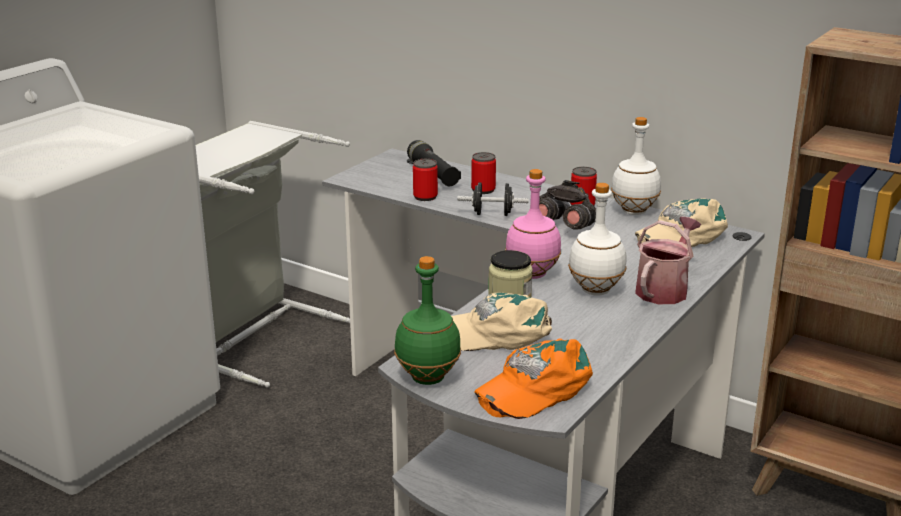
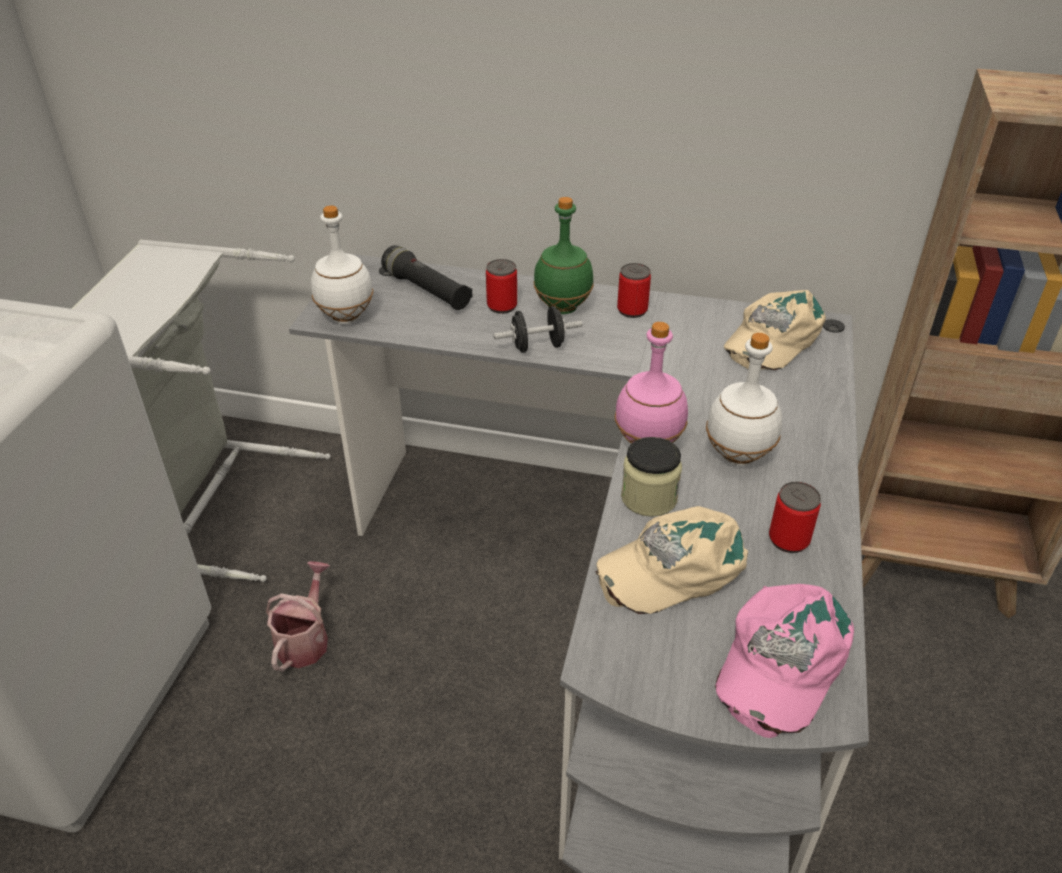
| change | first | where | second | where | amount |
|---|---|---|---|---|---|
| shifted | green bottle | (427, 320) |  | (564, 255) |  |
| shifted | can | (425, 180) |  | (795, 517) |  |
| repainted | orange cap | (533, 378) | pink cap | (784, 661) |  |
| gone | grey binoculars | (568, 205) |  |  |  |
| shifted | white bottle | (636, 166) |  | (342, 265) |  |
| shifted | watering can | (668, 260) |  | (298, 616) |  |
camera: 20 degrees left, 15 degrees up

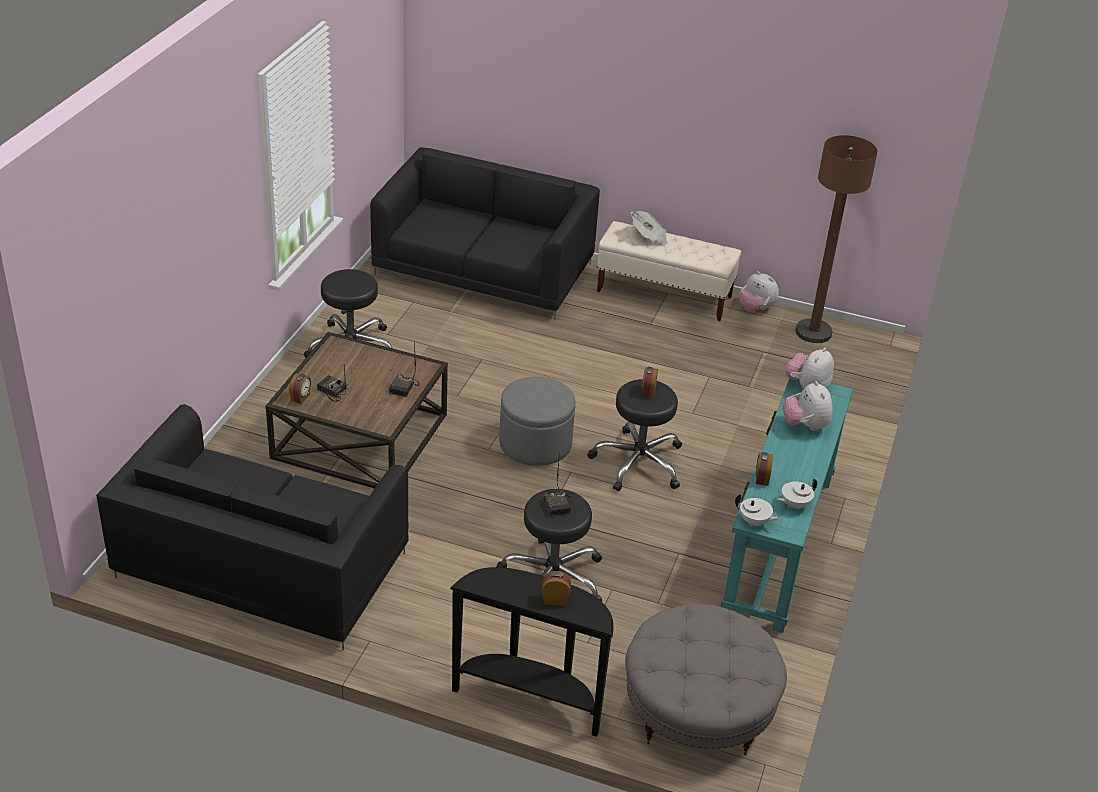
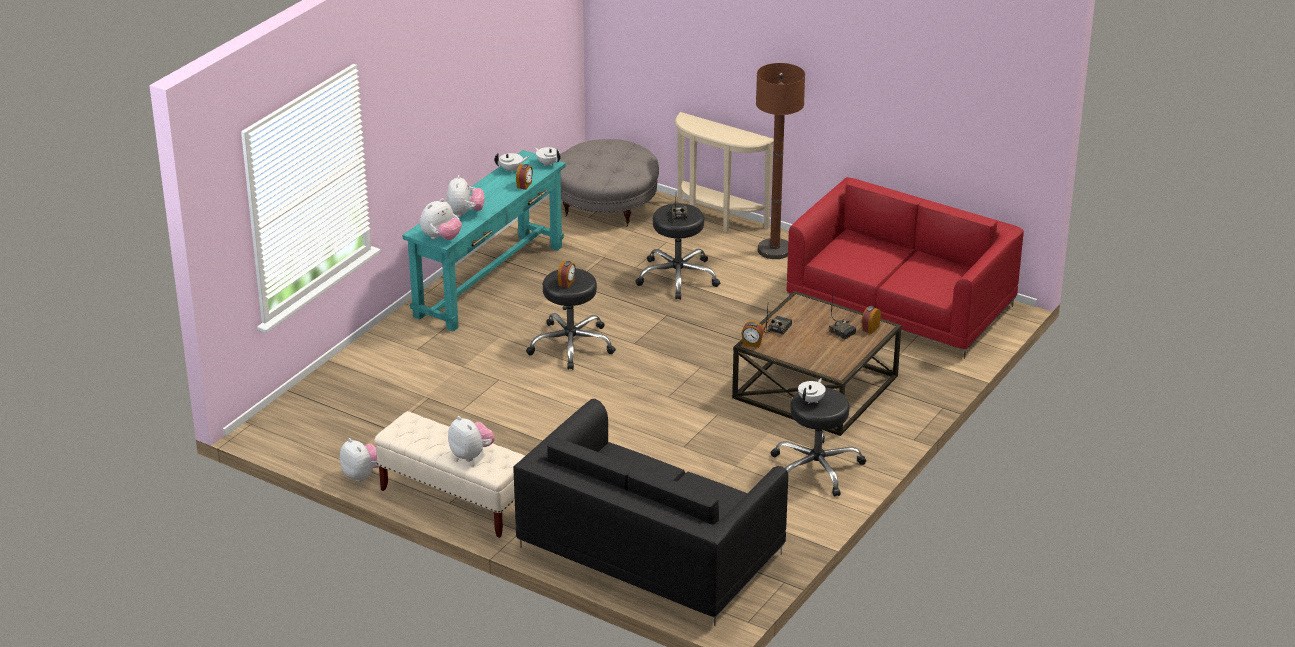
| change | first | where | second | where | amount |
|---|---|---|---|---|---|
| repainted | black sofa | (252, 527) | red sofa | (905, 268) |  |
| repainted | black console table | (531, 652) | beige console table | (724, 172) |  |
| gone | grey ottoman | (537, 421) |  |  |  |
| shifted | alarm clock | (556, 588) |  | (752, 334) |  |
| swapped | newspaper | (649, 227) | plush toy | (471, 439) |  |
| shifted | brown floor lamp | (837, 239) |  | (780, 161) |  |
| new |  |  | white teapot | (812, 391) |  |
camera: 165 degrees left, 5 degrees down

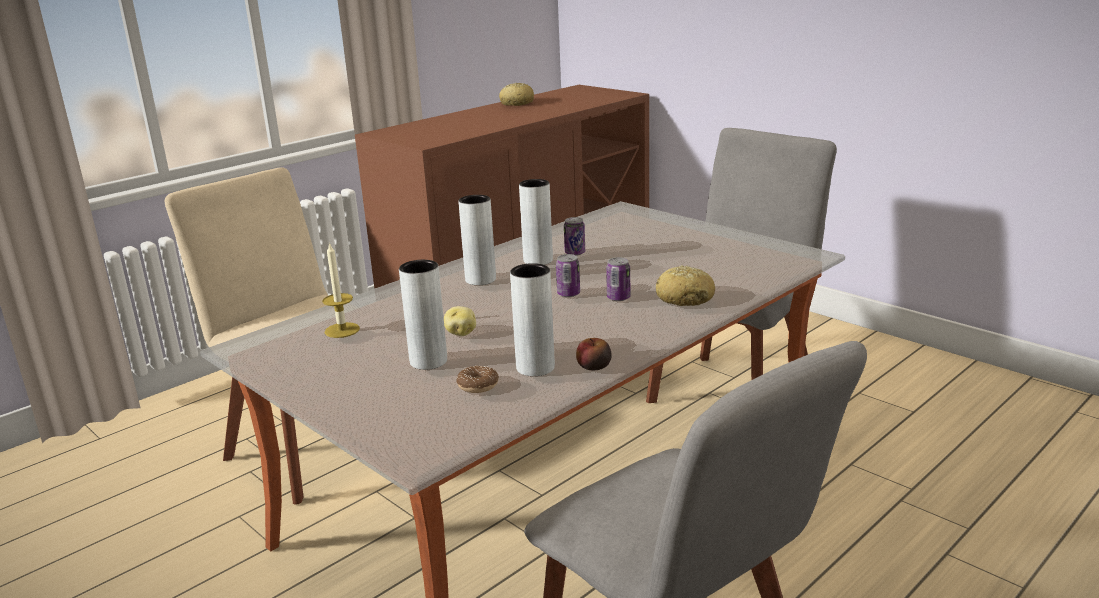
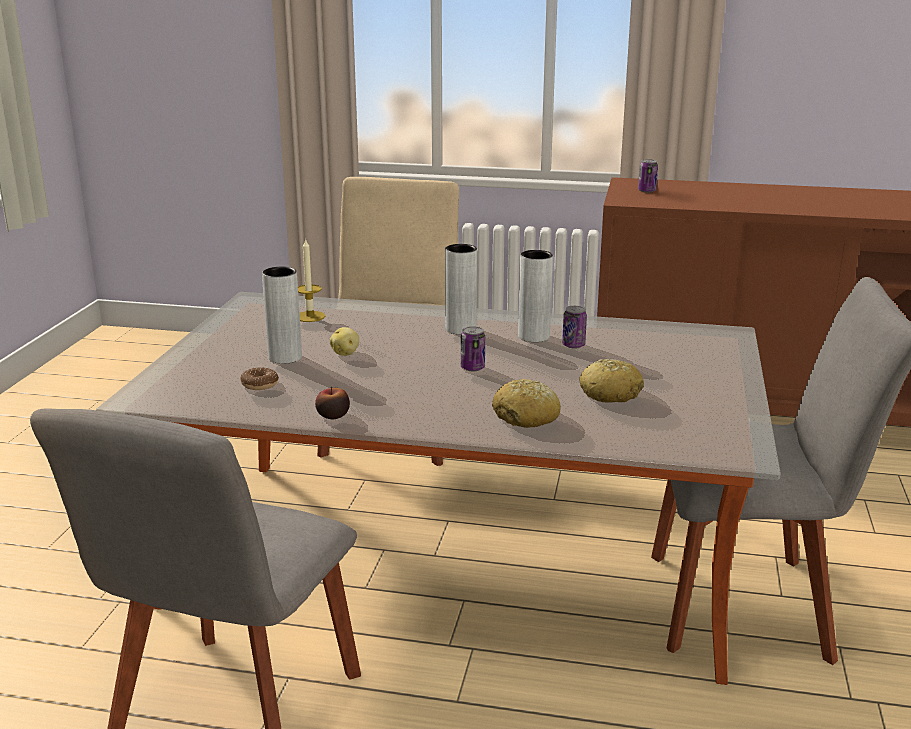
| change | first | where | second | where | amount |
|---|---|---|---|---|---|
| shifted | bread | (516, 94) |  | (611, 381) |  |
| gone | grey vase | (532, 319) |  |  |  |
| shifted | can | (618, 279) |  | (648, 176) |  |
camera: 55 degrees right, 0 degrees up

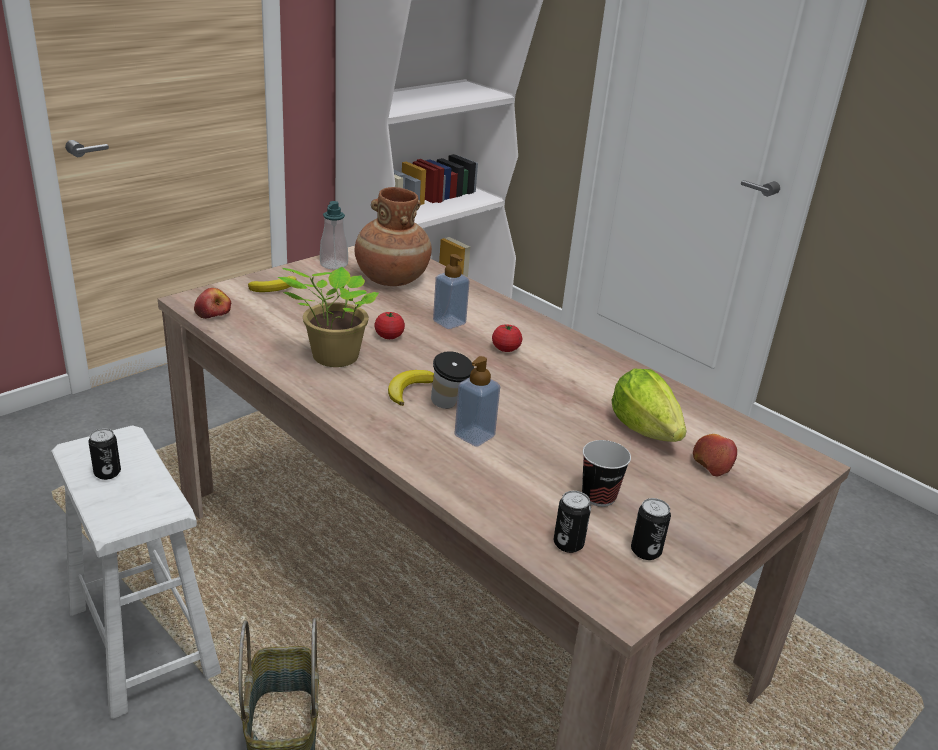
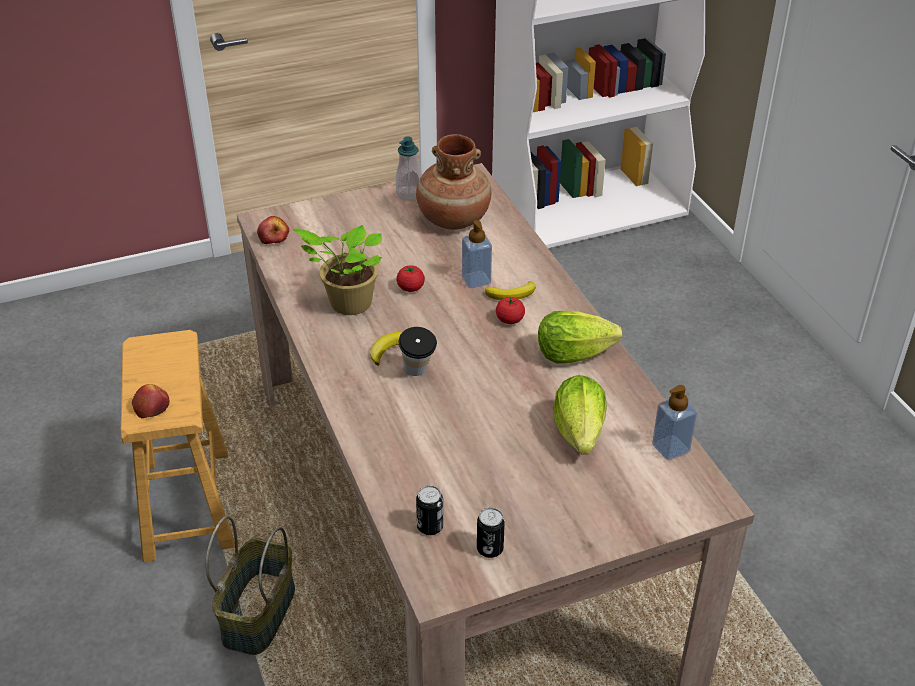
| change | first | where | second | where | amount |
|---|---|---|---|---|---|
| repainted | white stool | (136, 572) | brown stool | (178, 446) |  |
| gone | can | (104, 454) |  |  |  |
| shifted | banana | (272, 284) |  | (510, 290) |  |
| shifted | soap dispenser | (477, 401) |  | (674, 422) |  |
| gone | cup | (606, 473) |  |  |  |
| shifted | apple | (715, 455) |  | (151, 401) |  |
| new |  |  | lettuce | (580, 337) |  |
camera: 25 degrees right, 10 degrees up

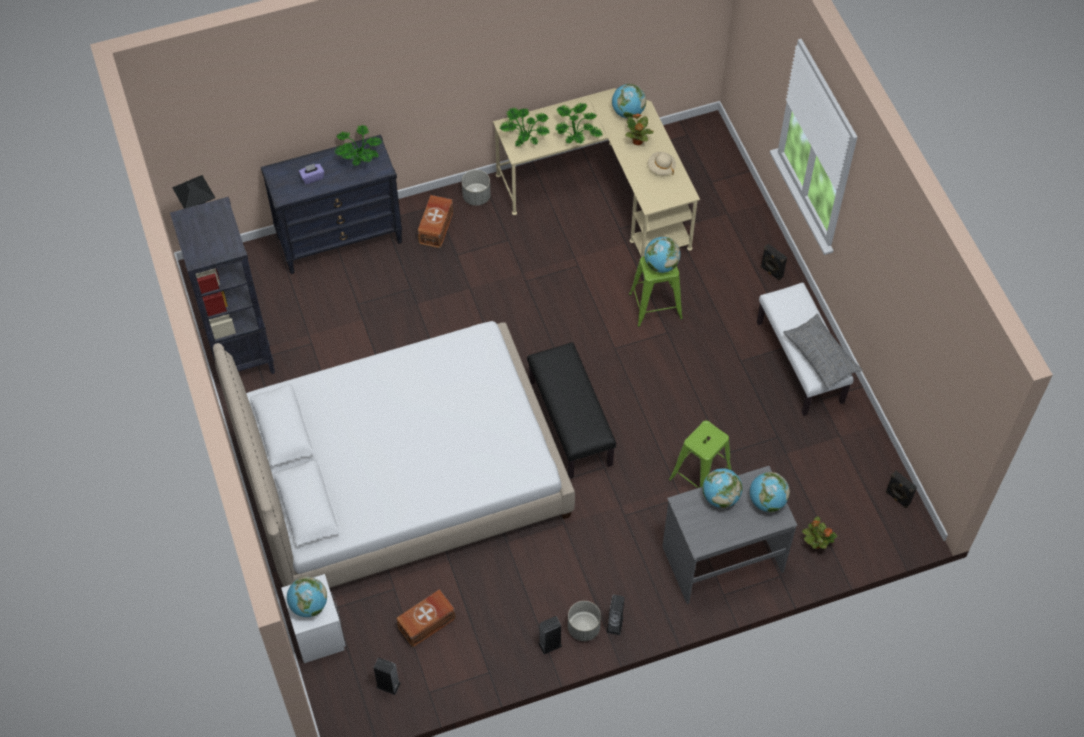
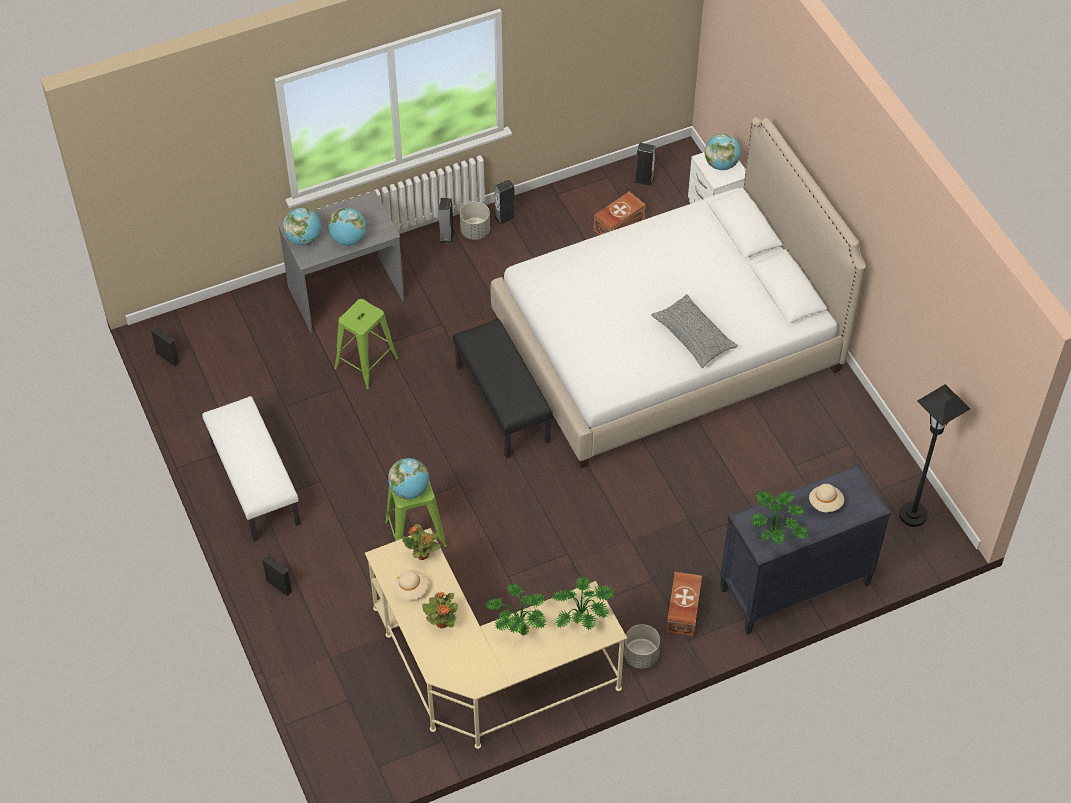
| change | first | where | second | where | amount |
|---|---|---|---|---|---|
| gone | black bookcase | (222, 285) |  |  |  |
| swapped | purple tissue box | (311, 173) | beige hat | (826, 498) |  |
| gone | globe | (629, 101) |  |  |  |
| shifted | grey pillow | (823, 351) |  | (694, 331) |  |
| shifted | potted plant | (819, 533) |  | (421, 542) |  |
camera: 175 degrees right, 5 degrees down

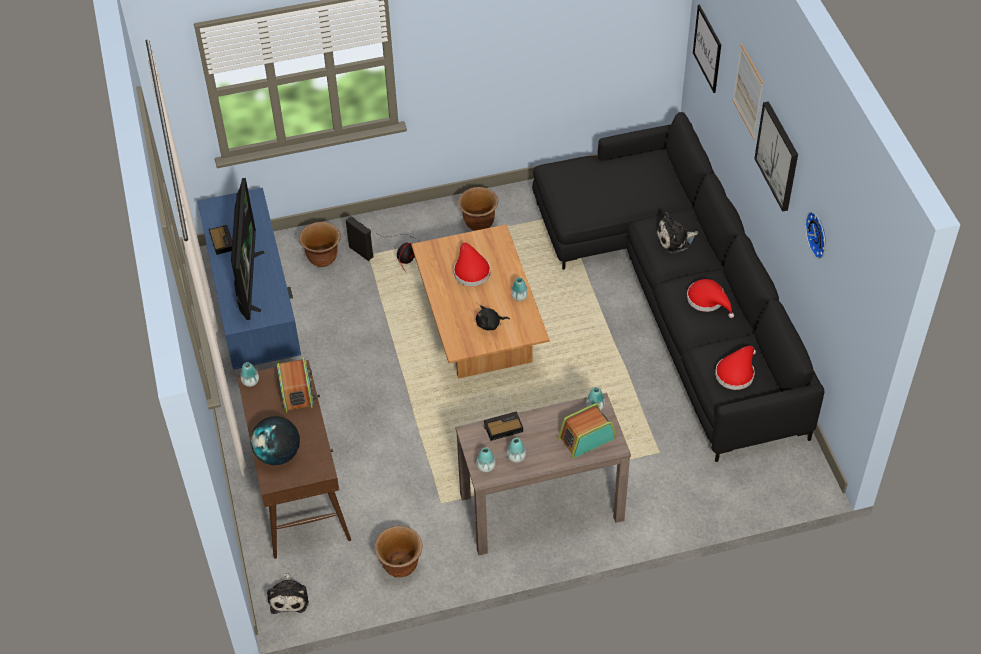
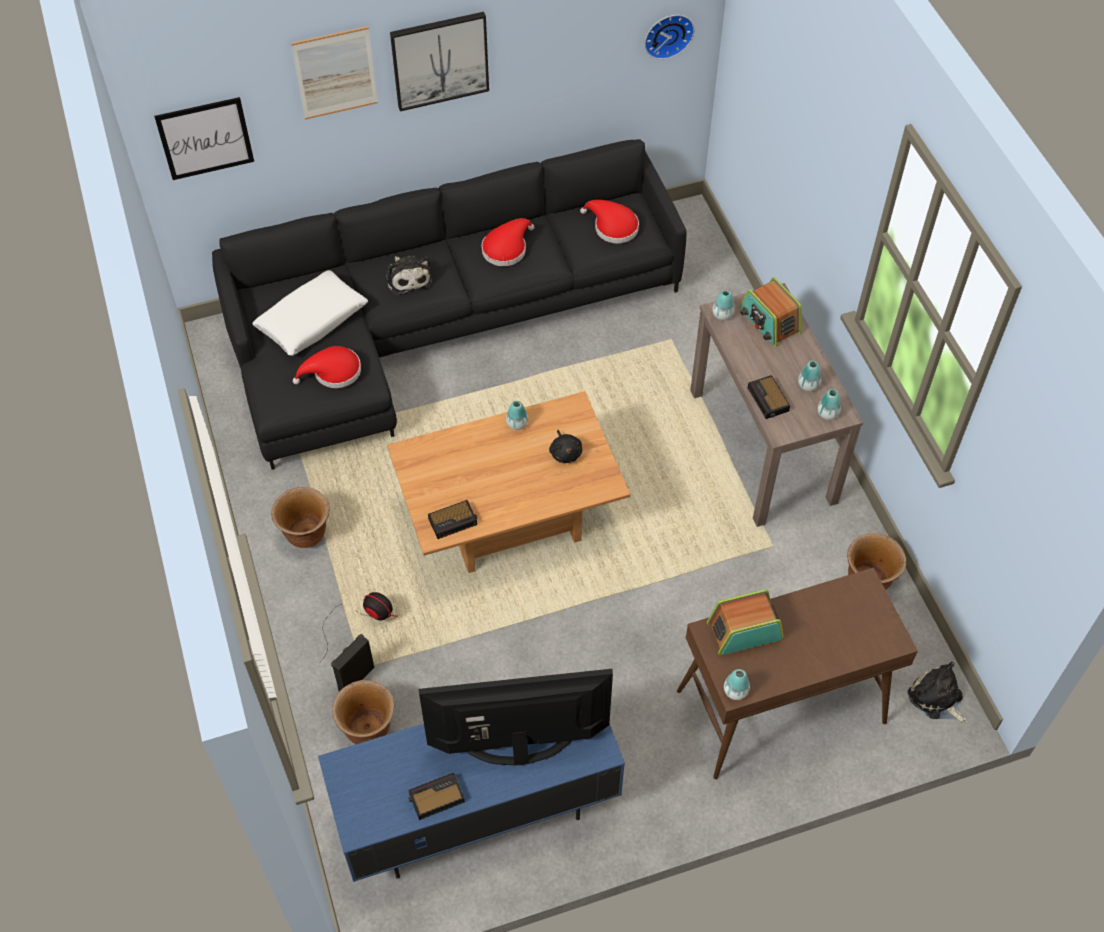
| change | first | where | second | where | amount |
|---|---|---|---|---|---|
| gone | globe | (275, 440) |  |  |  |
| rotated | plush toy | (288, 593) |  | (937, 692) | 120 degrees counterclockwise |
| shifted | red hat | (472, 264) |  | (327, 367) |  |
| shifted | wall clock | (815, 235) |  | (669, 37) |  |
| new |  |  | white pillow | (310, 313) |  |
| new |  |  | alarm clock | (452, 519) |  |
camera: 95 degrees left, 5 degrees up

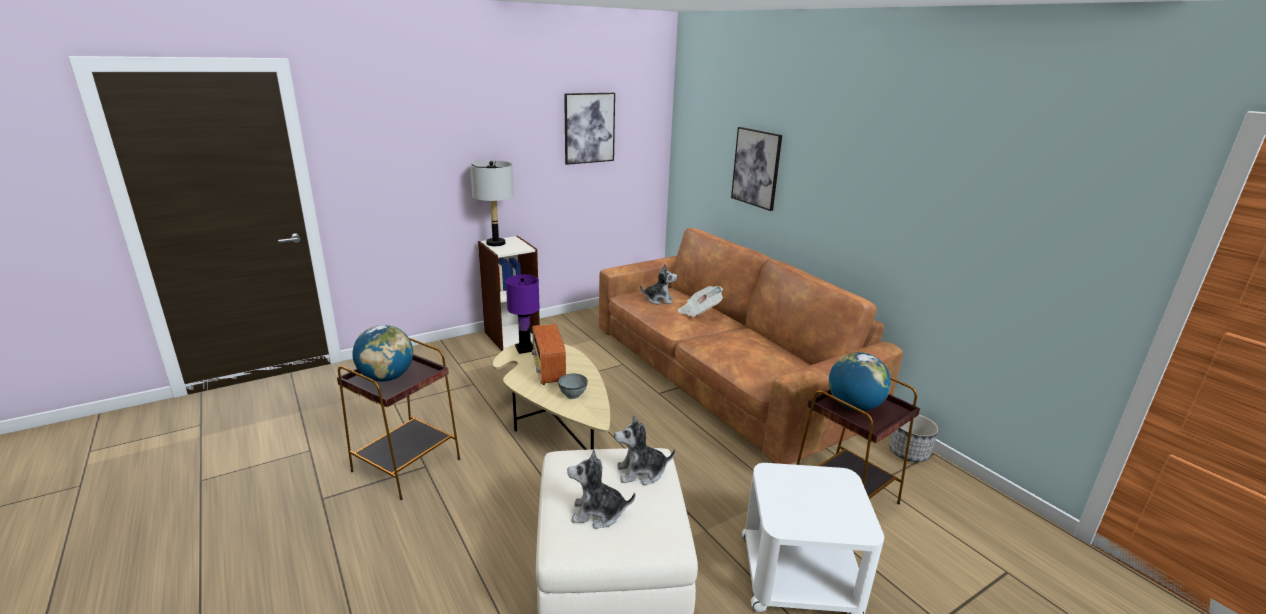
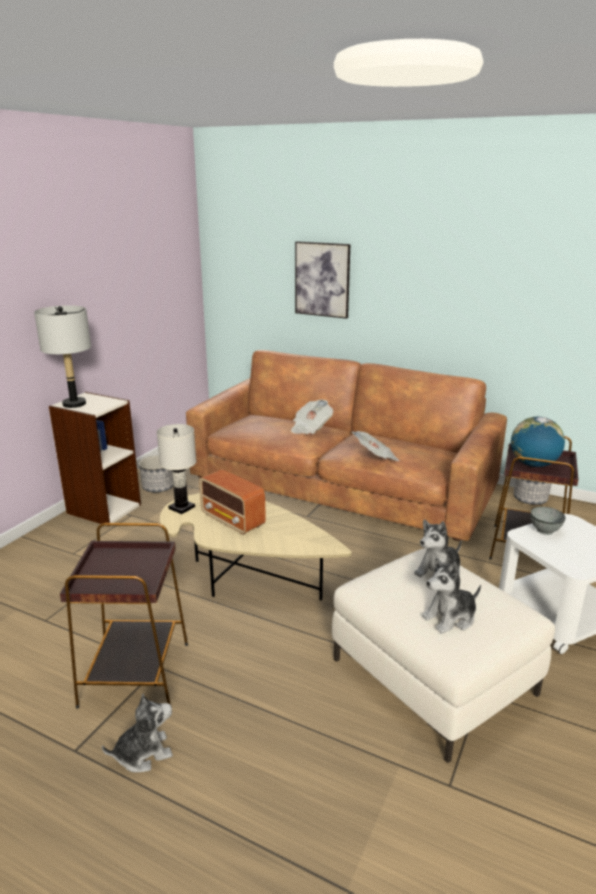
| change | first | where | second | where | amount |
|---|---|---|---|---|---|
| gone | globe | (382, 353) |  |  |  |
| repainted | purple table lamp | (523, 314) | white table lamp | (177, 469) |  |
| shifted | grey bowl | (573, 386) |  | (547, 521) |  |
| gone | picture | (589, 129) |  |  |  |
| shifted | plush toy | (658, 284) |  | (137, 733) |  |
| new |  |  | planter | (156, 474) |  |
| new |  |  | newspaper | (375, 446) |  |
camera: 30 degrees left, 0 degrees up

